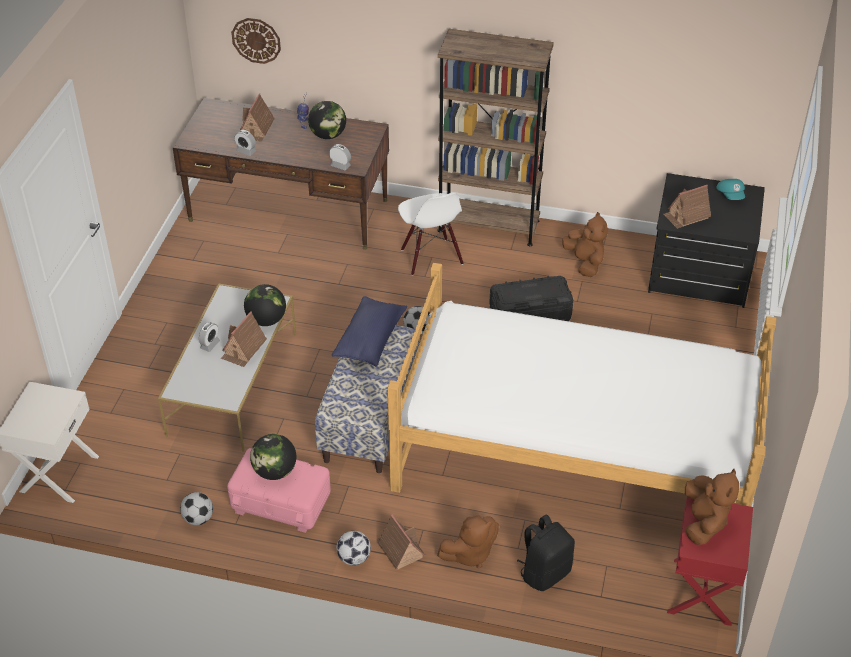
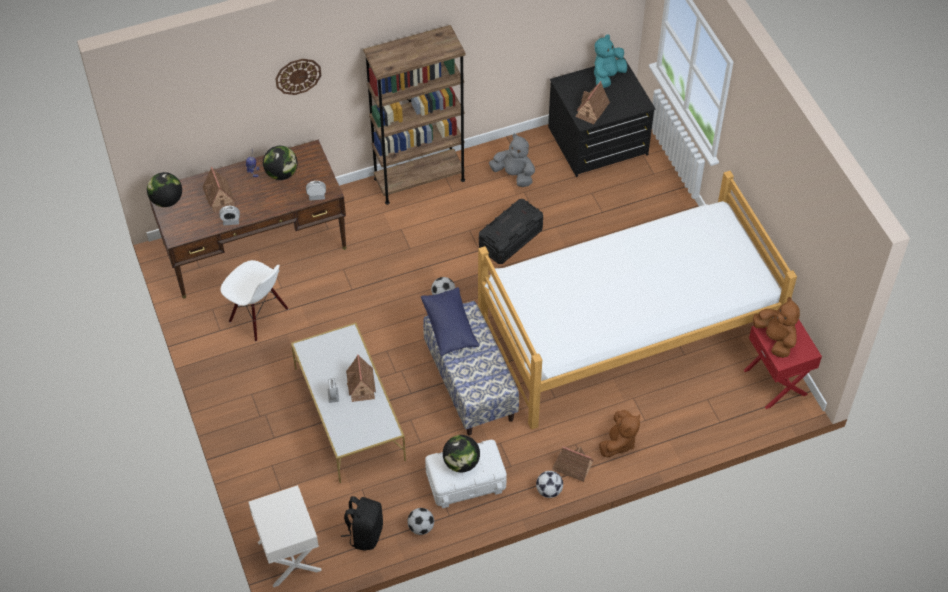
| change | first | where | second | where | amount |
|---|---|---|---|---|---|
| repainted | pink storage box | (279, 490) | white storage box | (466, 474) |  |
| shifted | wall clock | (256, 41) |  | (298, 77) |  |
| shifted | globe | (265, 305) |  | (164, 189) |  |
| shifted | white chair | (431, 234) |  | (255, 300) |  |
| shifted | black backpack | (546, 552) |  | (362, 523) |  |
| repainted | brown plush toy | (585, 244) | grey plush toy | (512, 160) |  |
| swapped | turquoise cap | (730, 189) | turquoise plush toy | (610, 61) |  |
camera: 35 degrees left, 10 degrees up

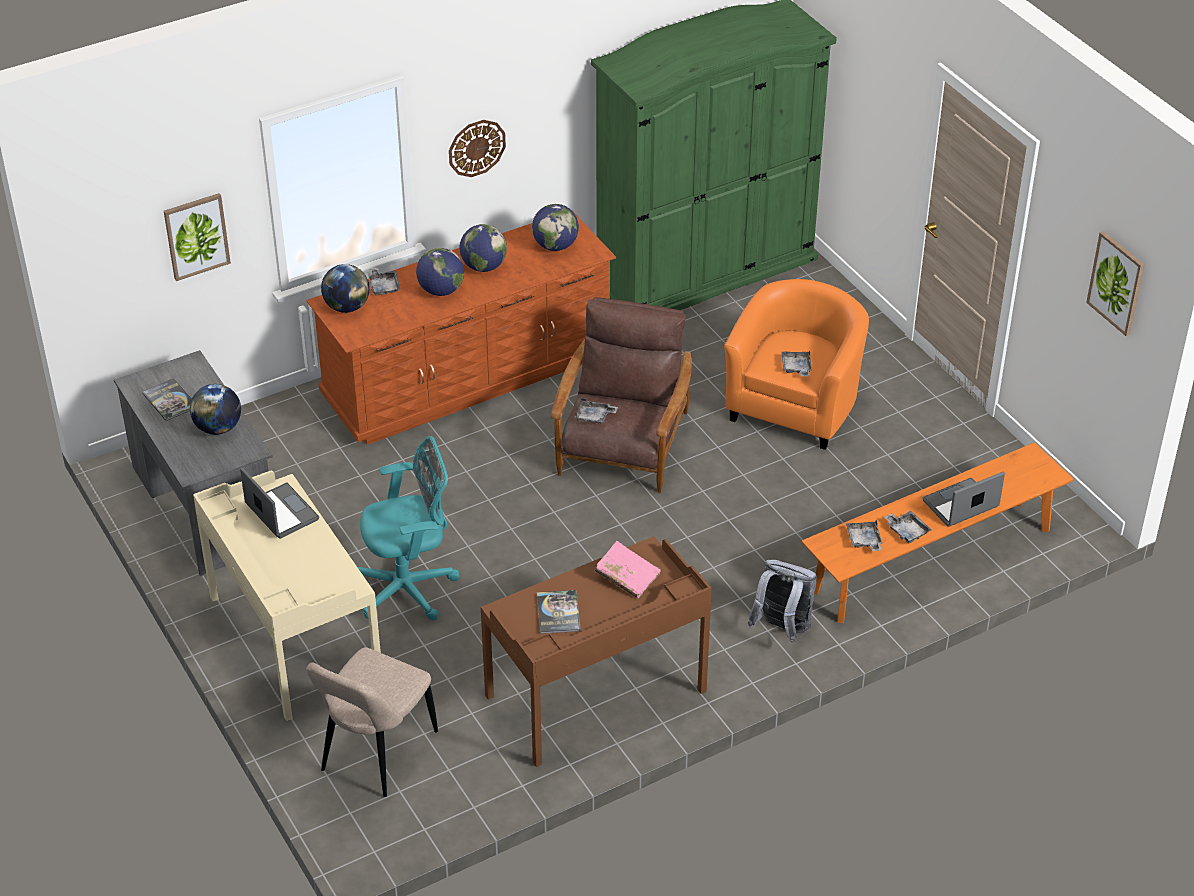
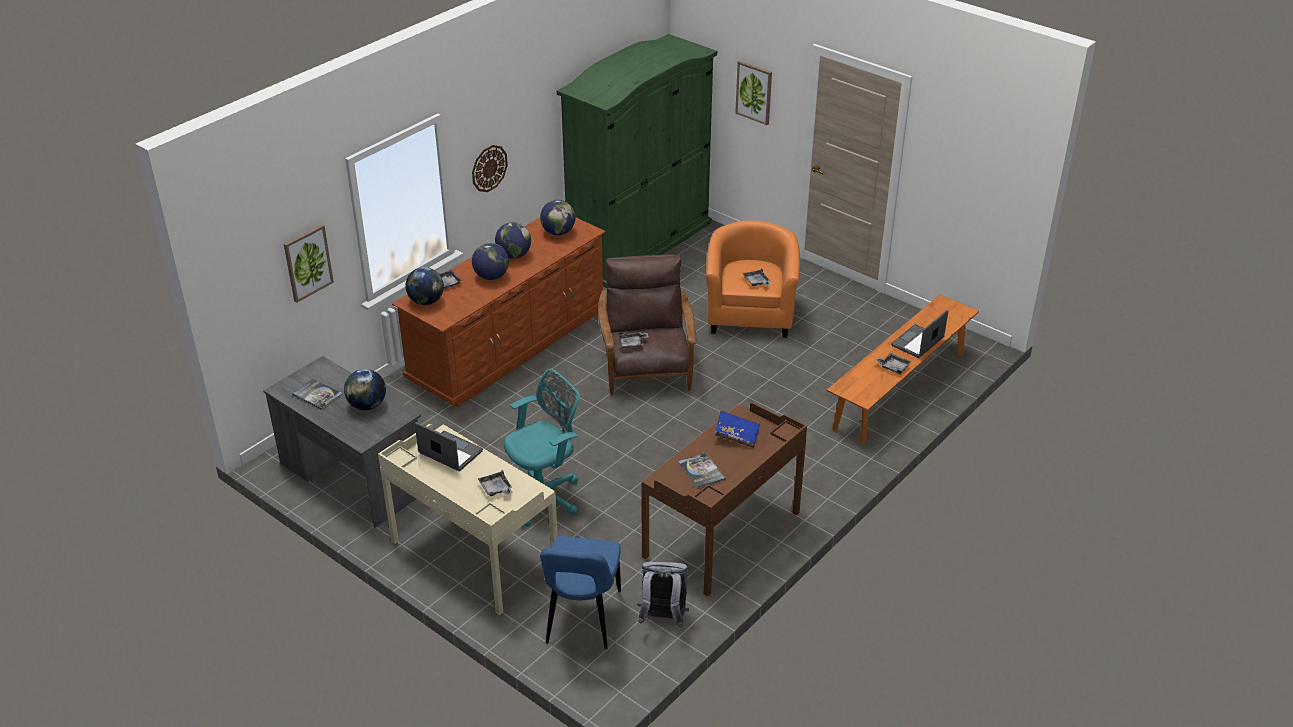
| change | first | where | second | where | amount |
|---|---|---|---|---|---|
| repainted | beige chair | (372, 722) | blue chair | (580, 592) |  |
| repainted | pink book | (628, 569) | blue book | (737, 429) |  |
| shifted | grey backpack | (782, 601) |  | (663, 595) |  |
| shifted | grey tray | (864, 535) |  | (495, 483) |  |
| shifted | picture | (1115, 283) |  | (753, 93) |  |
camera: 20 degrees left, 5 degrees down

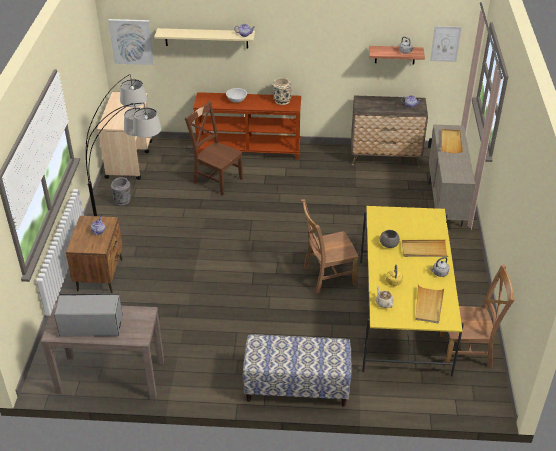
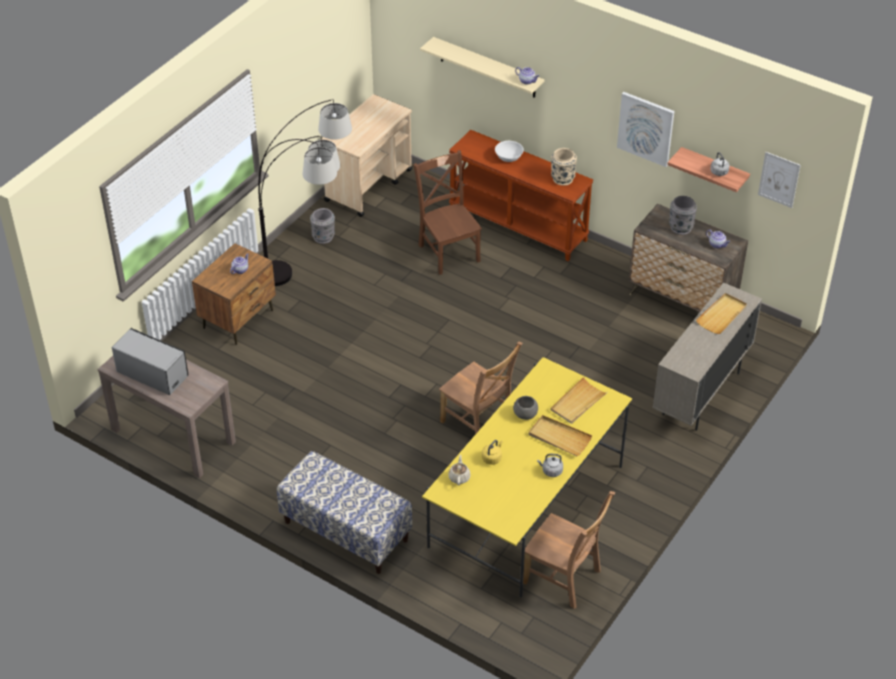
| change | first | where | second | where | amount |
|---|---|---|---|---|---|
| shifted | picture | (131, 42) |  | (645, 129) |  |
| rotated | brown chair | (330, 246) |  | (480, 387) | 150 degrees counterclockwise |
| shifted | beige tray | (429, 304) |  | (579, 400) |  |
| new |  |  | grey vase | (683, 215) |  |
camera: 30 degrees right, 5 degrees up

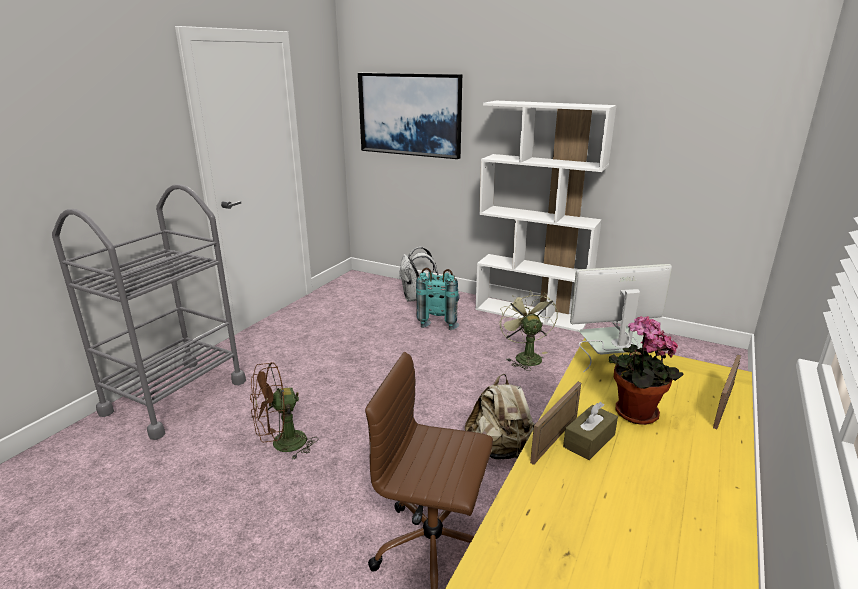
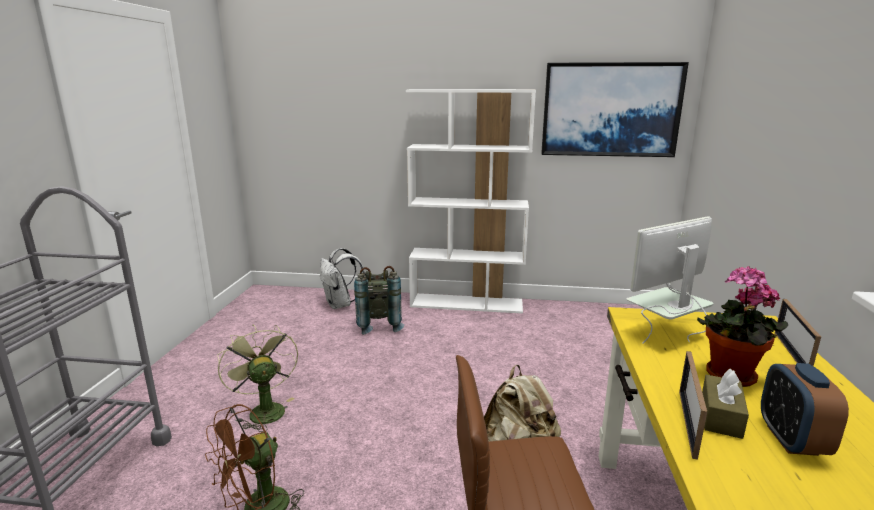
| change | first | where | second | where | amount |
|---|---|---|---|---|---|
| shifted | picture | (410, 116) |  | (615, 109) |  |
| repainted | turquoise backpack | (438, 299) | grey backpack | (379, 300) |  |
| shifted | green fan | (528, 330) |  | (257, 378) |  |
| new |  |  | alarm clock | (805, 409) |  |
camera: 20 degrees left, 5 degrees down

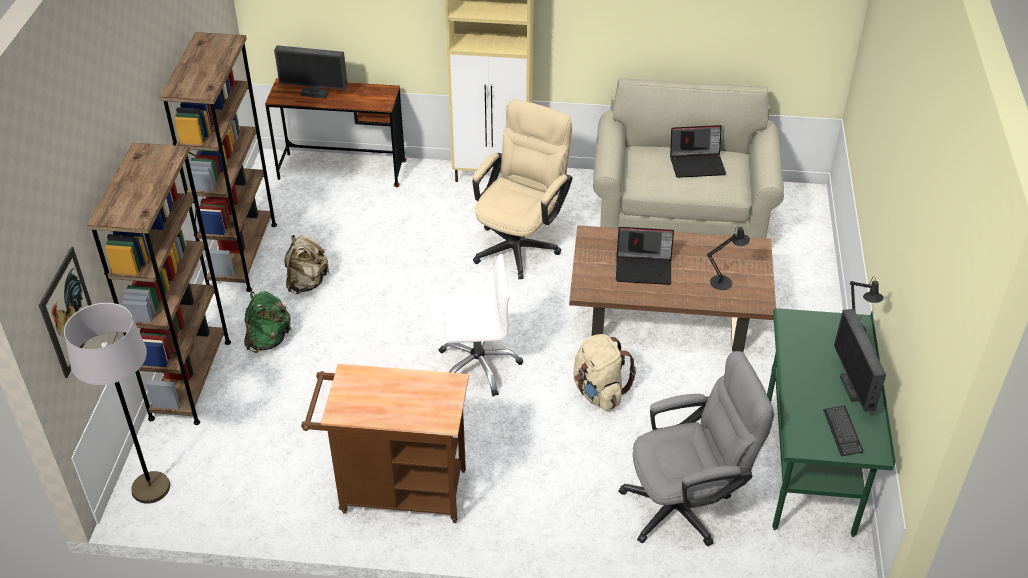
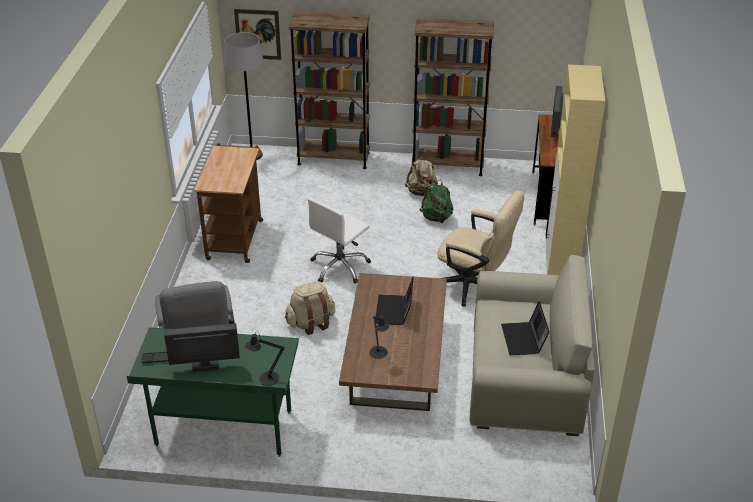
| change | first | where | second | where | amount |
|---|---|---|---|---|---|
| shifted | green backpack | (268, 322) |  | (436, 201) |  |
| rotated | white office chair | (481, 325) |  | (339, 241) | 45 degrees clockwise |
camera: 90 degrees right, 5 degrees down

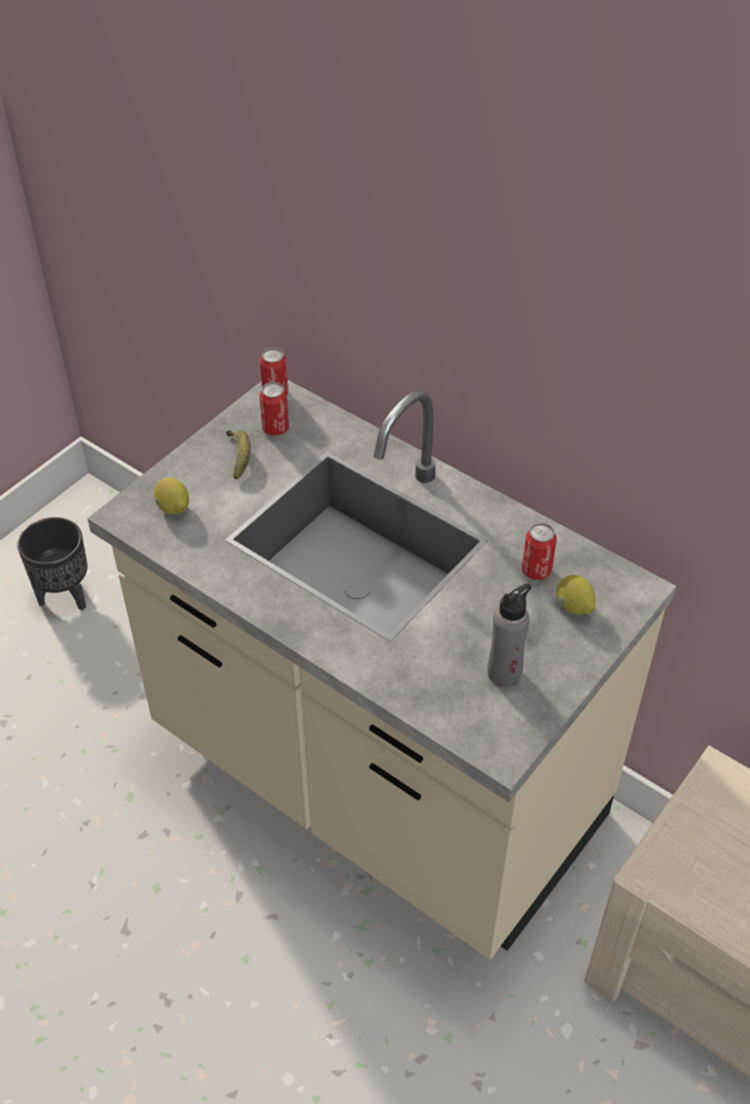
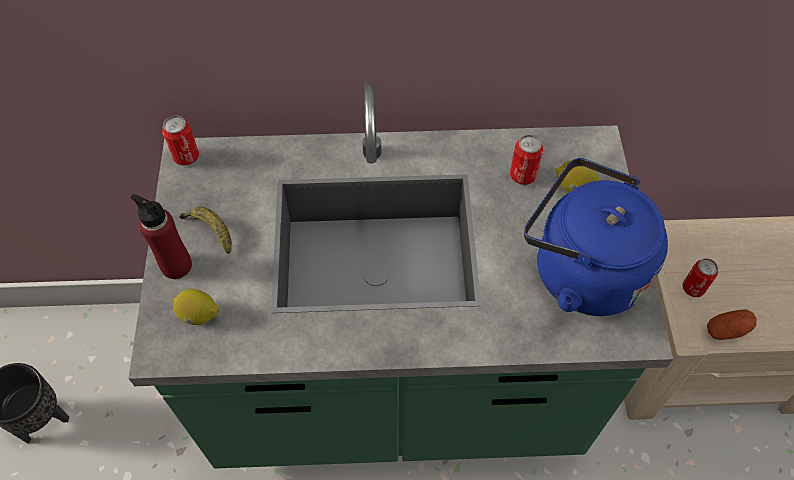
| change | first | where | second | where | amount |
|---|---|---|---|---|---|
| repainted | beige counter | (381, 670) | green counter | (400, 275) |  |
| shifted | can | (274, 409) |  | (700, 277) |  |
| swapped | grey bottle | (509, 635) | blue kettle | (596, 237) |  |
| new |  |  | red bottle | (161, 236) |  |
| new |  |  | potato | (732, 324) |  |
camera: 40 degrees left, 10 degrees up

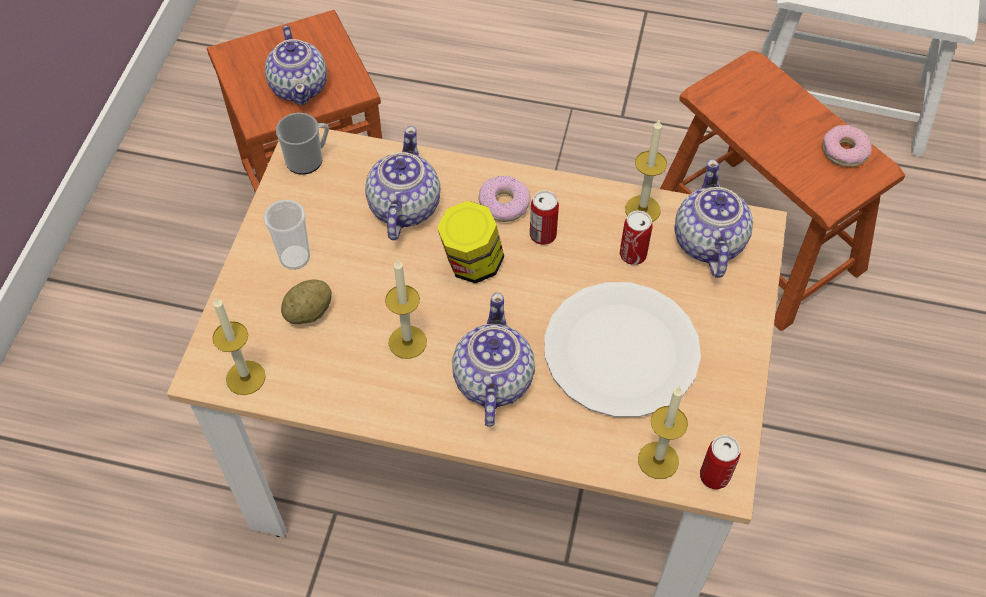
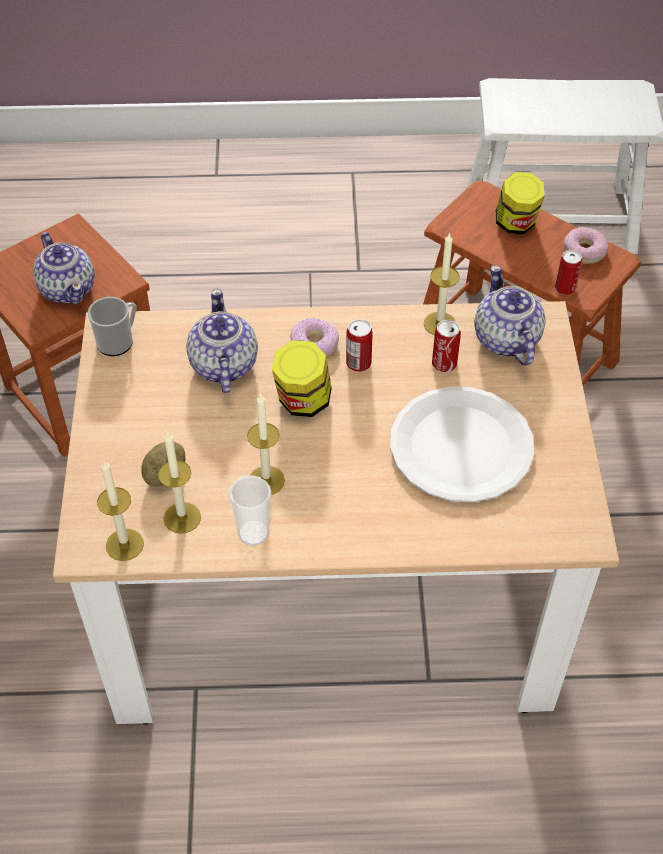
| change | first | where | second | where | amount |
|---|---|---|---|---|---|
| shifted | cup | (286, 234) |  | (250, 510) |  |
| gone | teapot | (493, 360) |  |  |  |
| shifted | candle | (663, 432) |  | (179, 483) |  |
| shifted | can | (720, 462) |  | (568, 272) |  |
| new |  |  | jar | (520, 203) |  |
camera: 15 degrees left, 5 degrees down

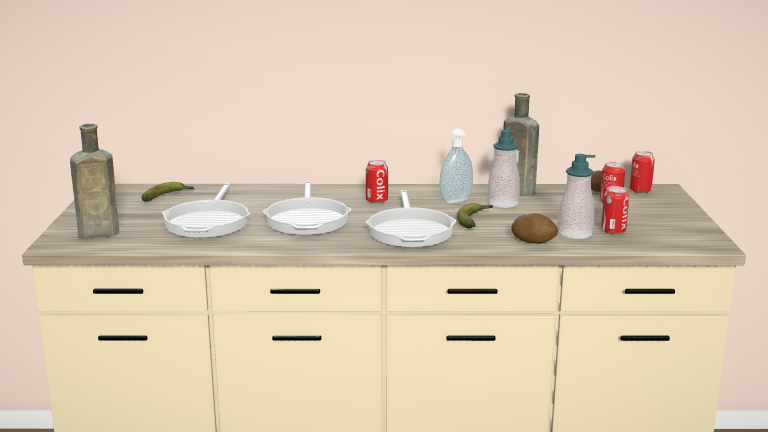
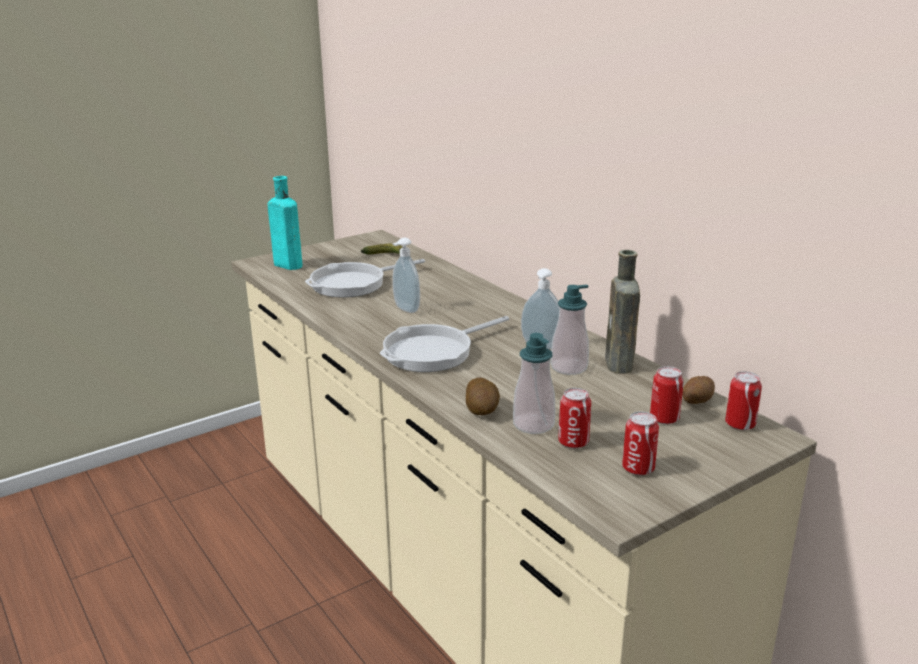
| change | first | where | second | where | amount |
|---|---|---|---|---|---|
| repainted | brown bottle | (94, 181) | turquoise bottle | (285, 223) |  |
| swapped | frying pan | (307, 208) | soap dispenser | (406, 275) |  |
| shifted | can | (377, 182) |  | (640, 443) |  |
| gone | banana | (475, 215) |  |  |  |
camera: 55 degrees right, 5 degrees up

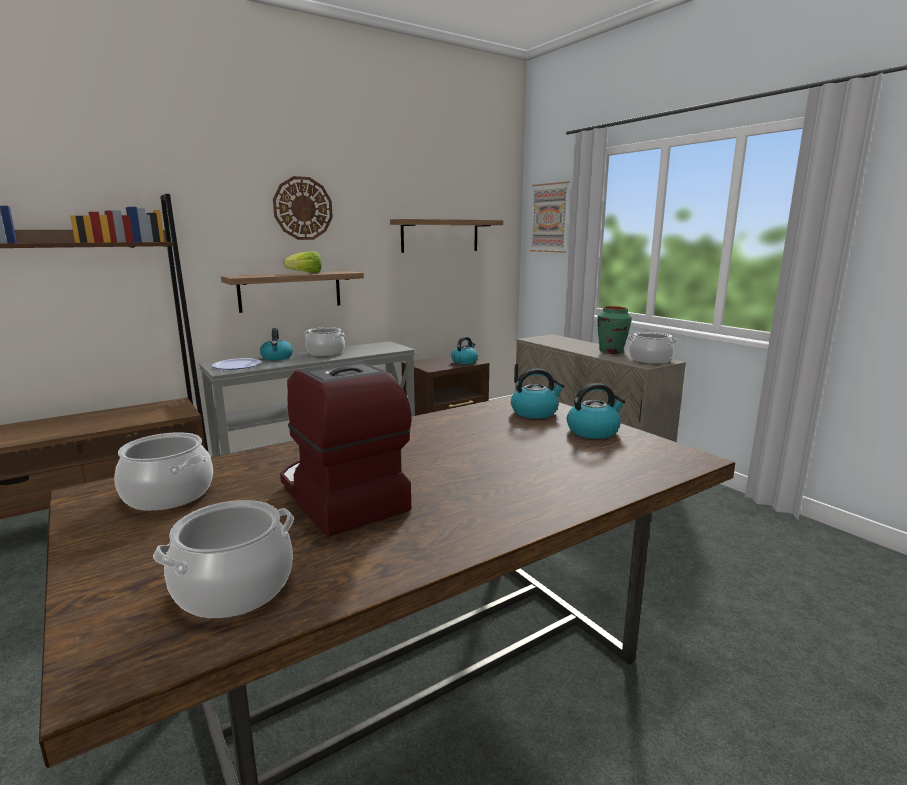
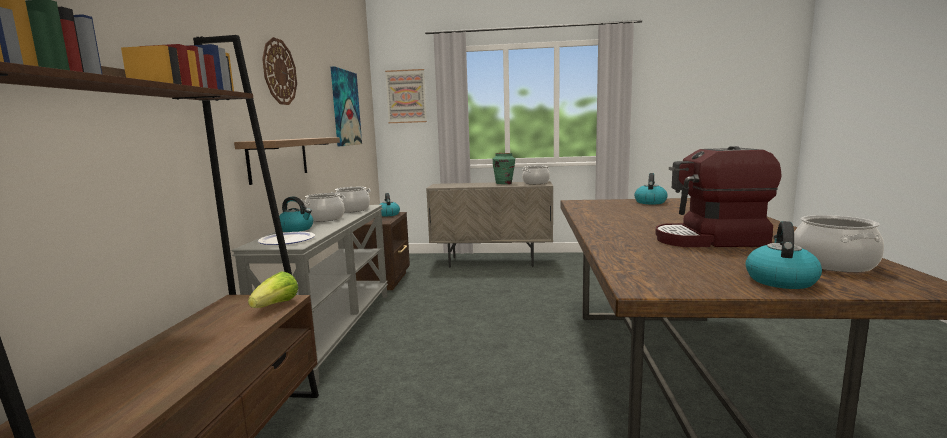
| change | first | where | second | where | amount |
|---|---|---|---|---|---|
| shifted | cooking pot | (163, 471) |  | (351, 200) |  |
| shifted | lettuce | (303, 262) |  | (273, 290) |  |
| swapped | shelf | (446, 236) | picture | (346, 106) |  |
| shifted | kettle | (538, 393) |  | (784, 255) |  |
camera: 50 degrees left, 5 degrees down

